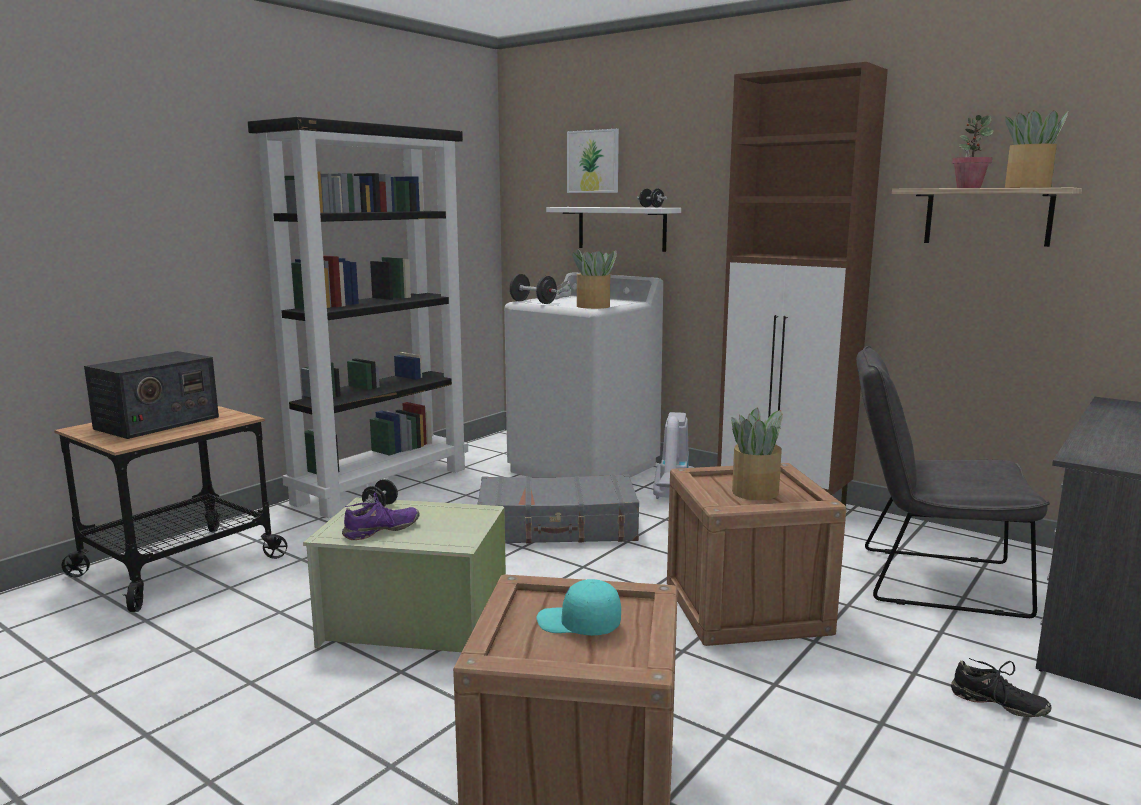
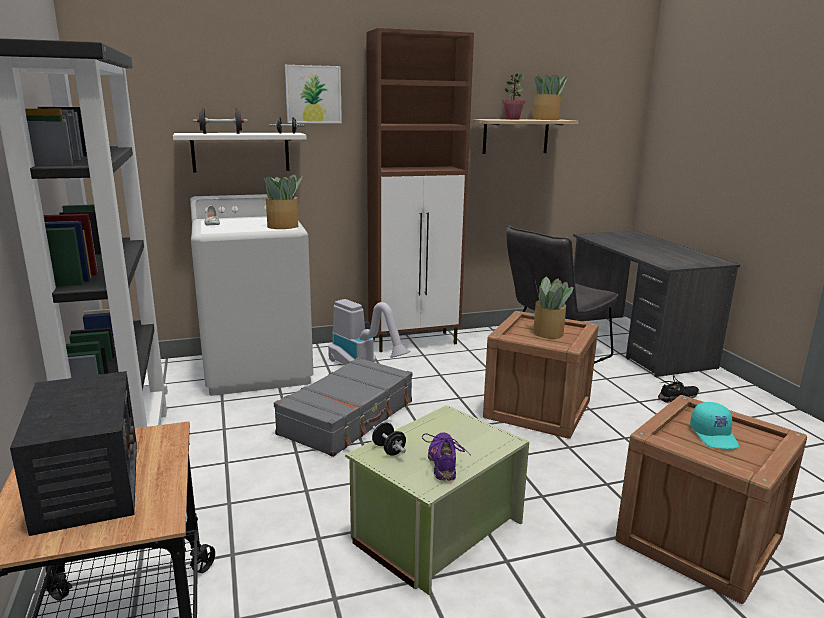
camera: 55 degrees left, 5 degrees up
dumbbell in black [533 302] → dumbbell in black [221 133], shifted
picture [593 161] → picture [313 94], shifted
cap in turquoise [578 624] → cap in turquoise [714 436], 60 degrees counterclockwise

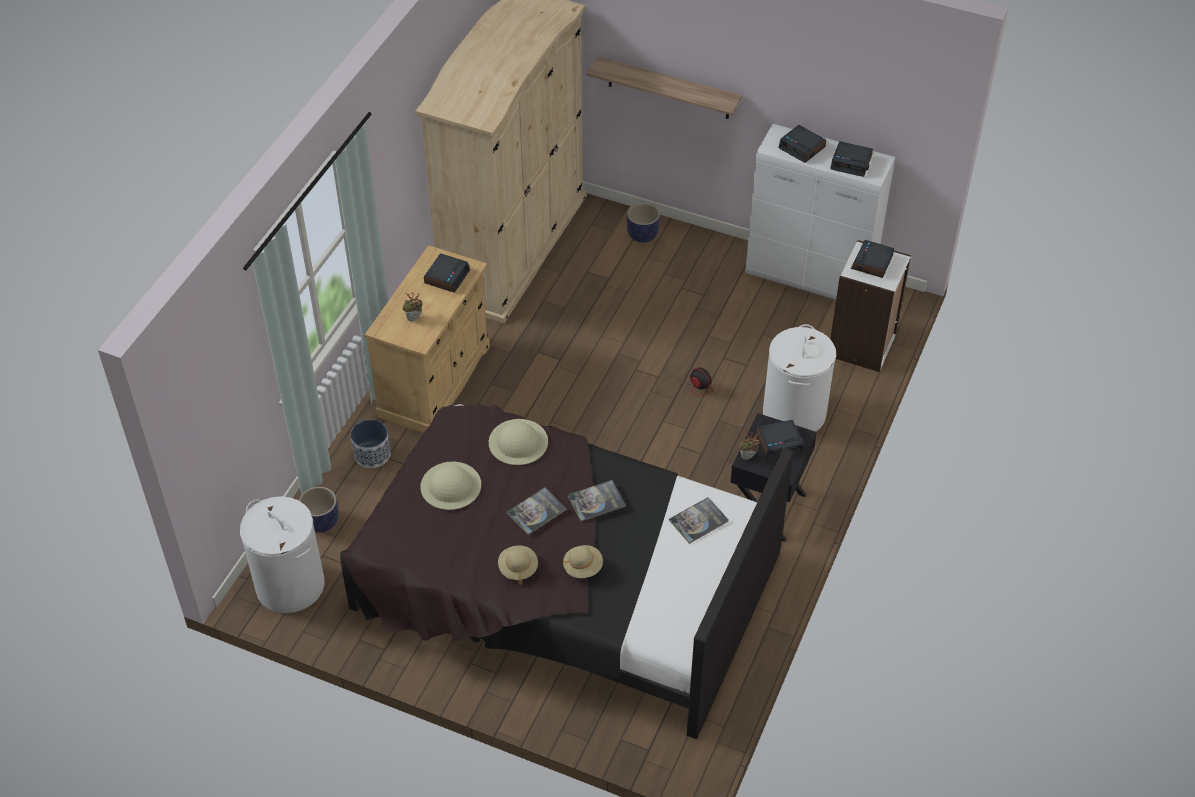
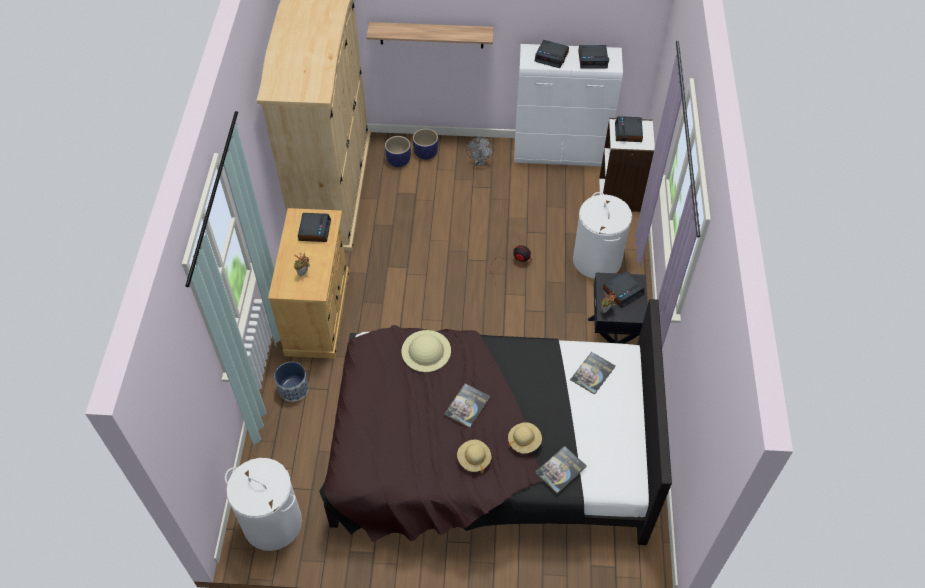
camera: 20 degrees left, 5 degrees up
hat in beige [450 485] → -
- → fan in grey [479 162]
planter [322 522] → planter [399 161], shifted
book [596 501] → book [560 470], shifted

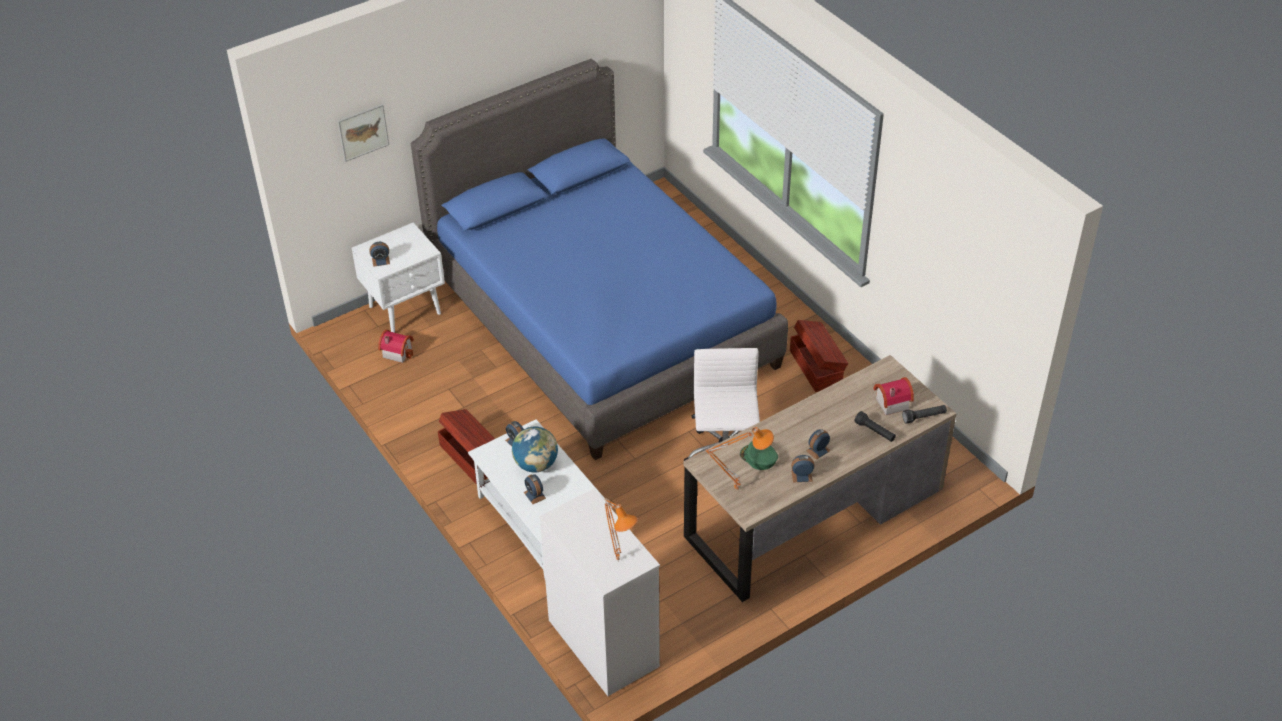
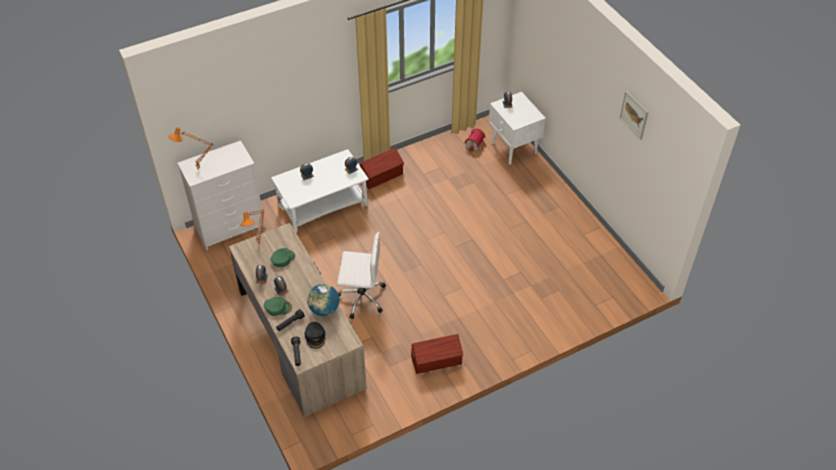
camera: 95 degrees right, 5 degrees up
bed in blue [601 321] → -
- → cap in green [278 307]
picture [363 132] → picture [634 115], shifted
globe [536 464] → globe [324 309], shifted
toy house [890 402] → cap in black [315 337]

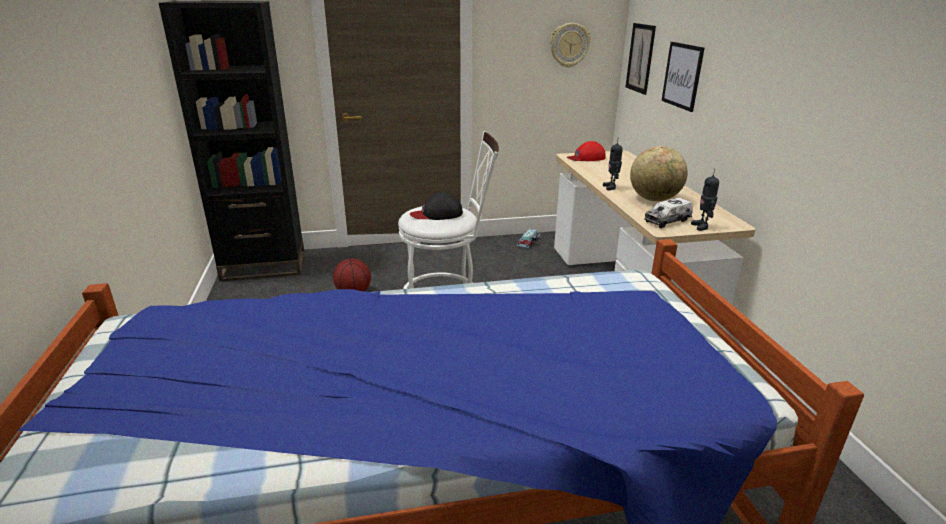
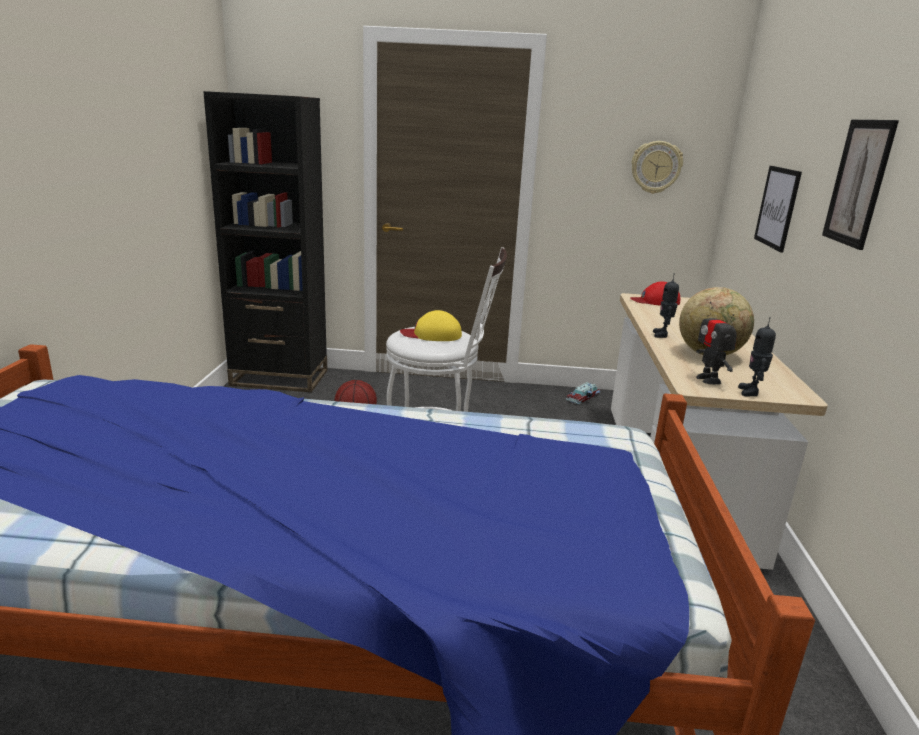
camera: 15 degrees right, 5 degrees down
picture [640 58] → picture [858 183], shifted
toy truck [667 221] → toy robot [708 379]
cap in black [437 214] → cap in yellow [432 334]

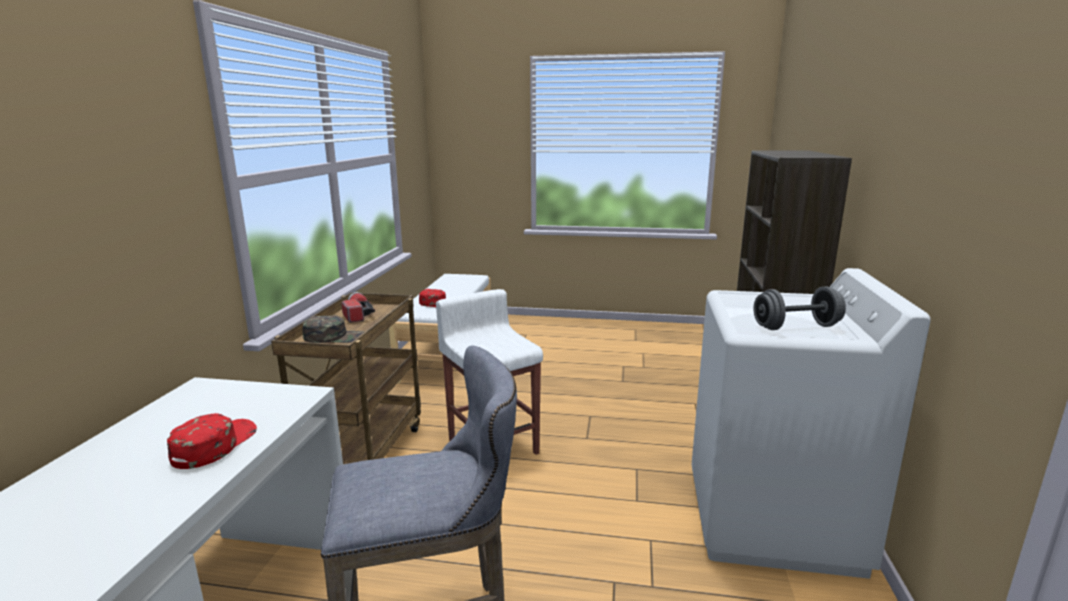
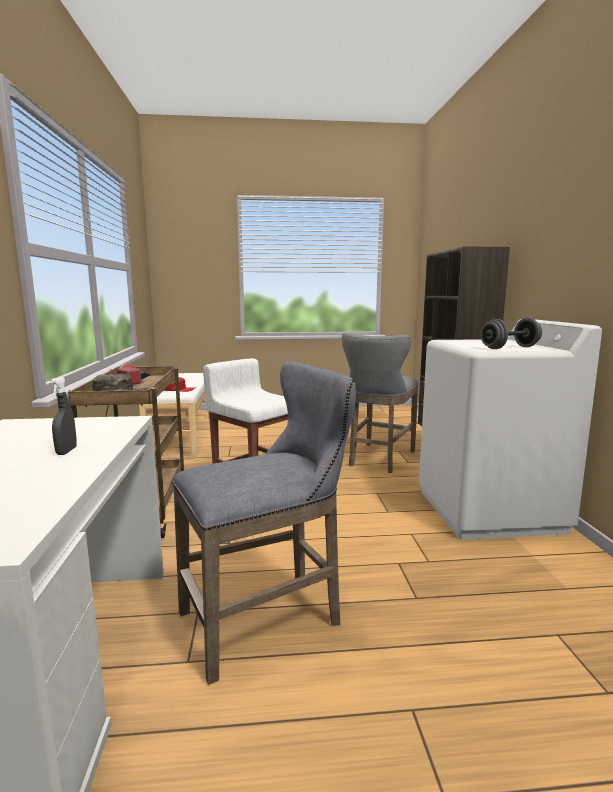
camera: 15 degrees left, 5 degrees down
- → stool in grey [379 459]
cap in red [214 445] → spray bottle in grey [66 451]

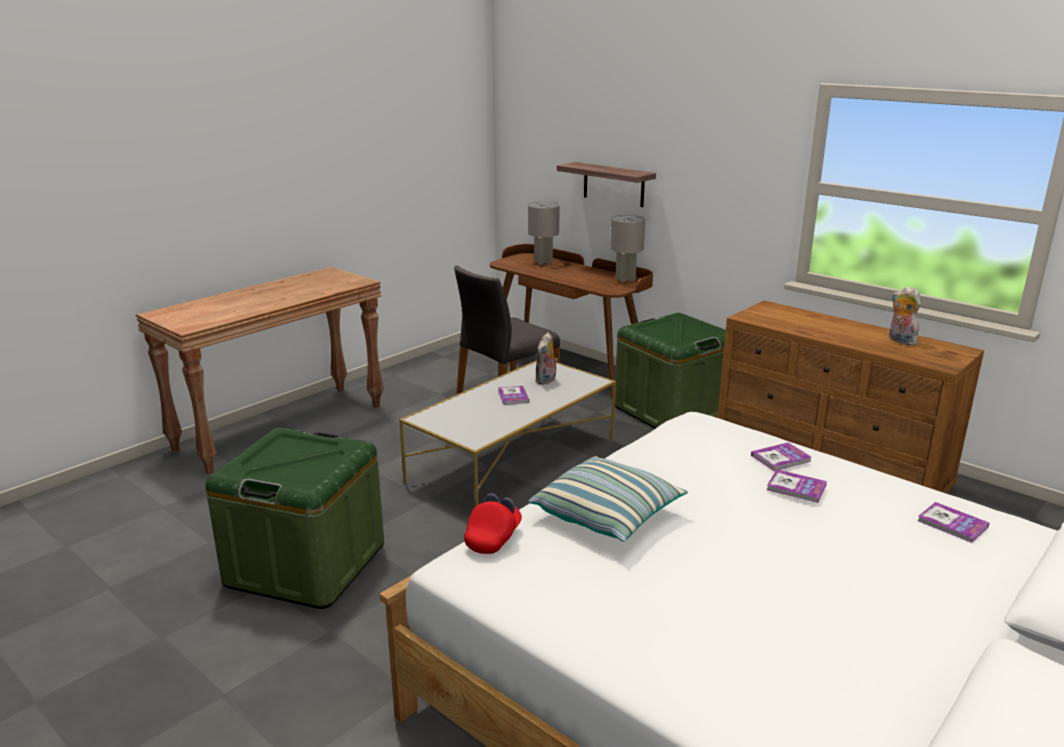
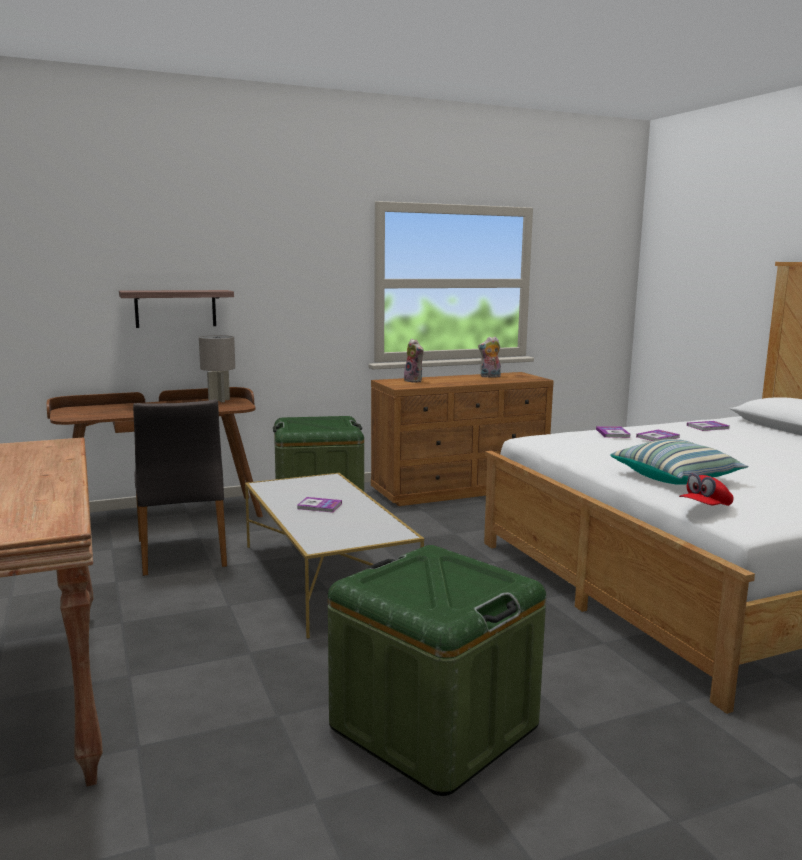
camera: 65 degrees left, 10 degrees down
table lamp in grey [543 262] → -
plush toy [546 381] → plush toy [414 381], shifted
cap in red [493 537] → cap in red [705 508], 90 degrees counterclockwise

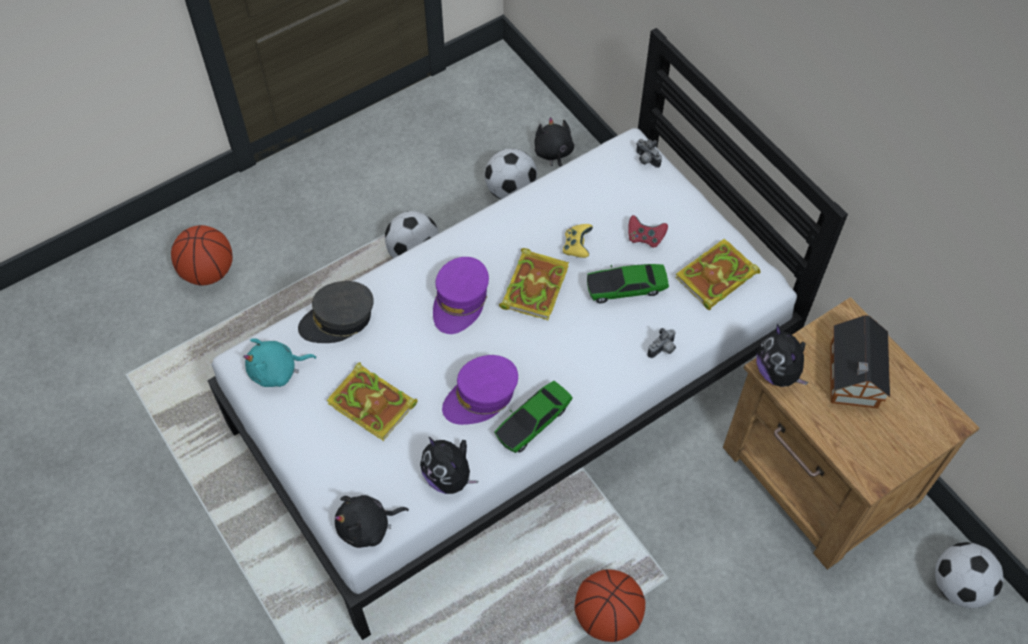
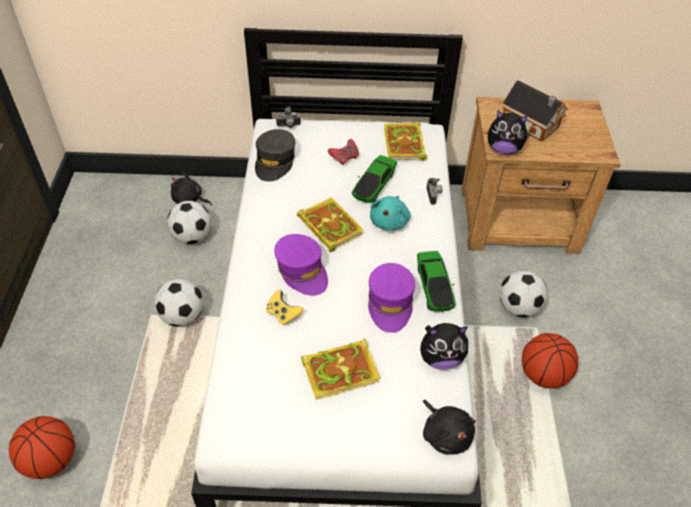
camera: 55 degrees left, 10 degrees down
plush toy in turquoise [277 371] → plush toy in turquoise [389 221], shifted
cap in grey [338 320] → cap in grey [275 161], shifted
game controller in yellow [577 247] → game controller in yellow [283 313], shifted
football [959 586] → football [518 307], shifted
plush toy in black [368 527] → plush toy in black [445 434], 45 degrees counterclockwise

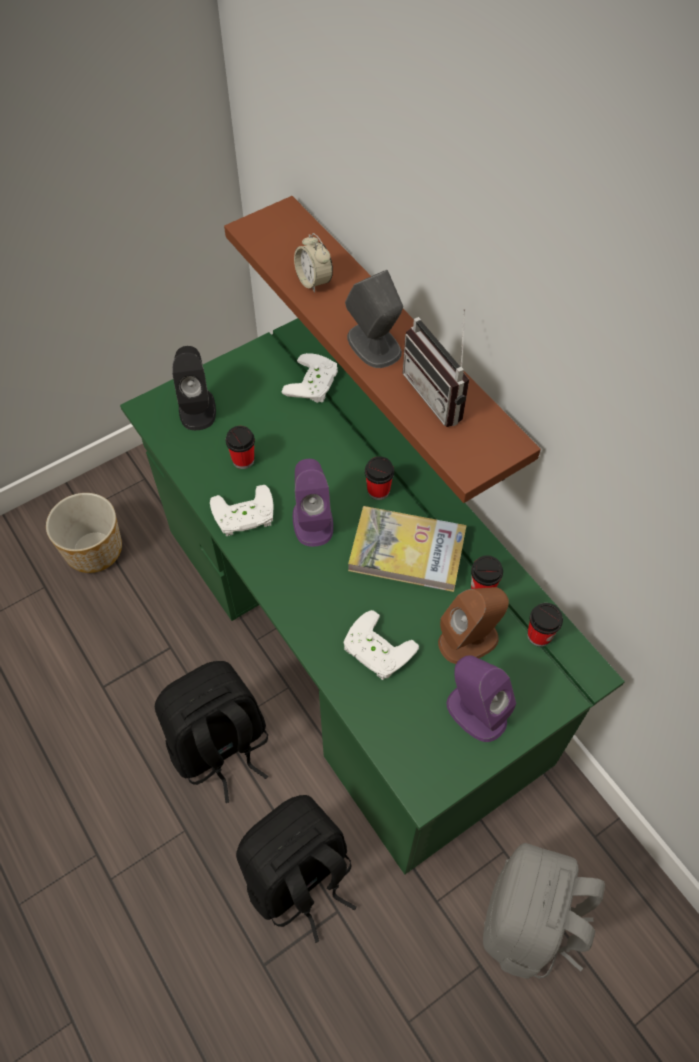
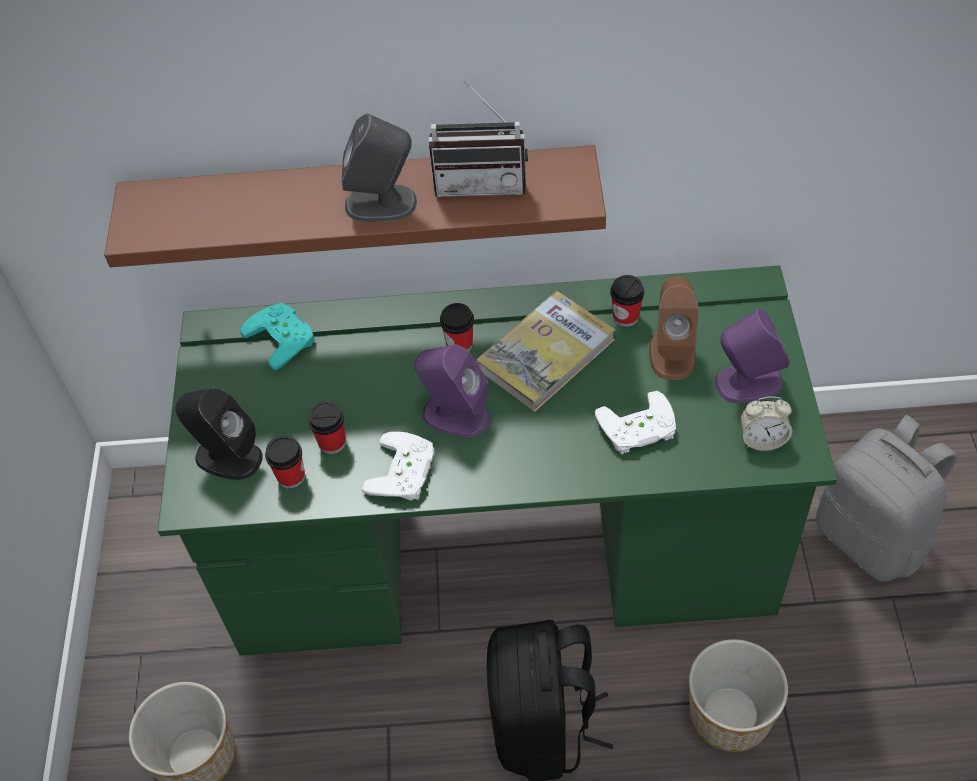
camera: 55 degrees left, 5 degrees down
alarm clock [314 281] → alarm clock [762 439], shifted
cup [539 635] → cup [291 476], shifted
backpack in black [299 879] → planter [731 715]
game controller in white [315 383] → game controller in turquoise [284 337]

